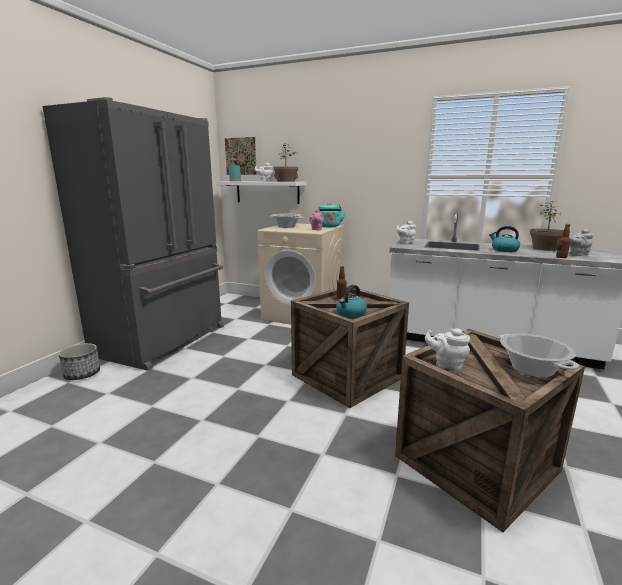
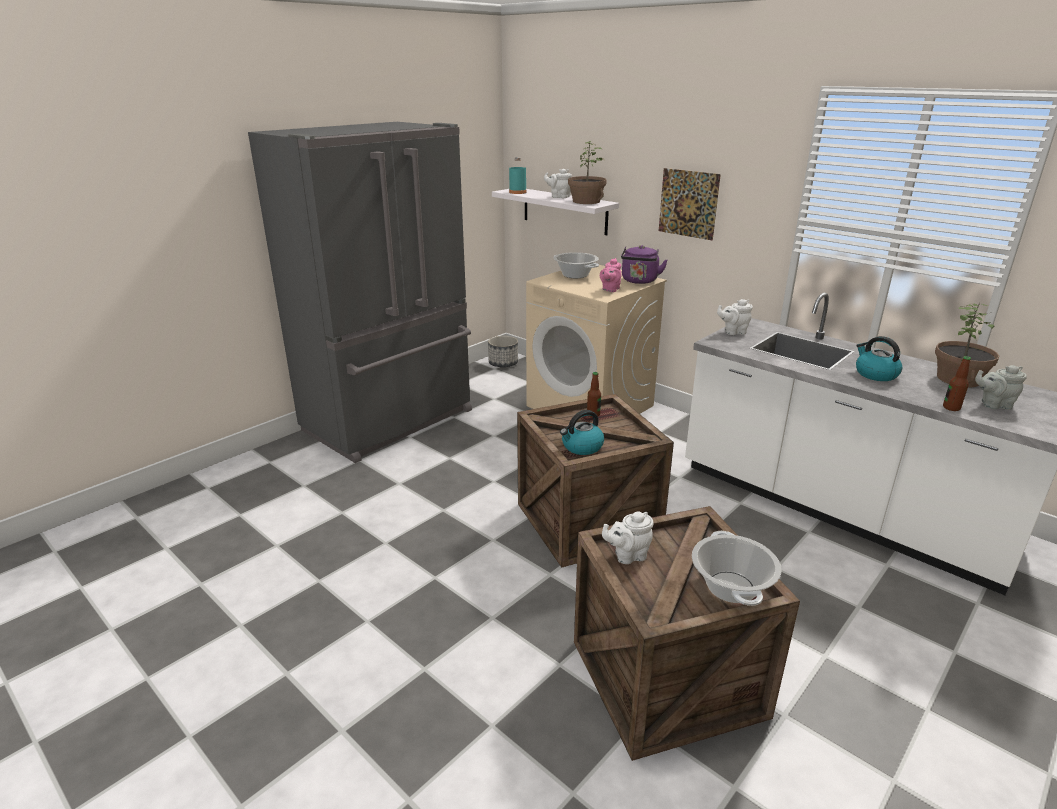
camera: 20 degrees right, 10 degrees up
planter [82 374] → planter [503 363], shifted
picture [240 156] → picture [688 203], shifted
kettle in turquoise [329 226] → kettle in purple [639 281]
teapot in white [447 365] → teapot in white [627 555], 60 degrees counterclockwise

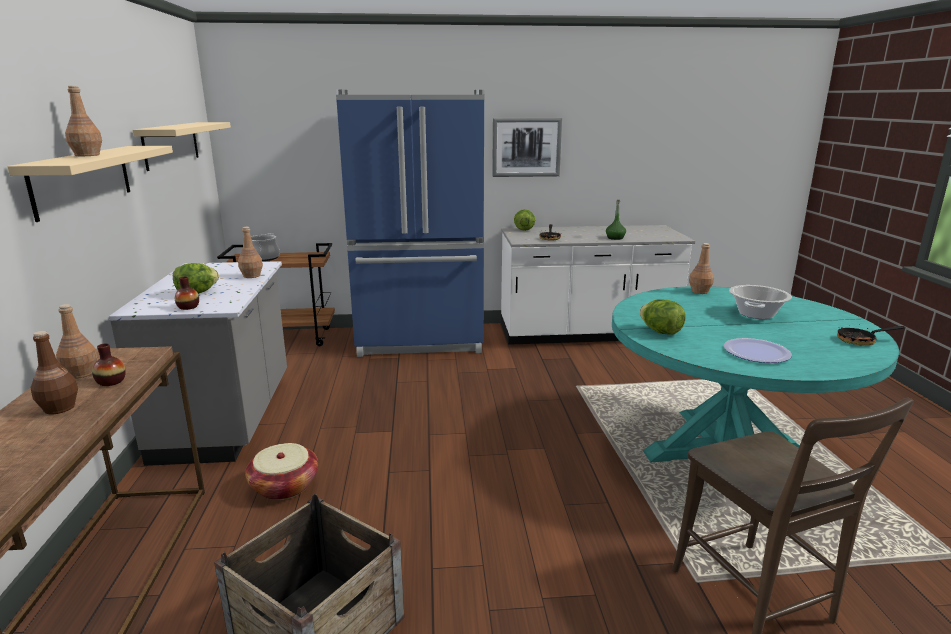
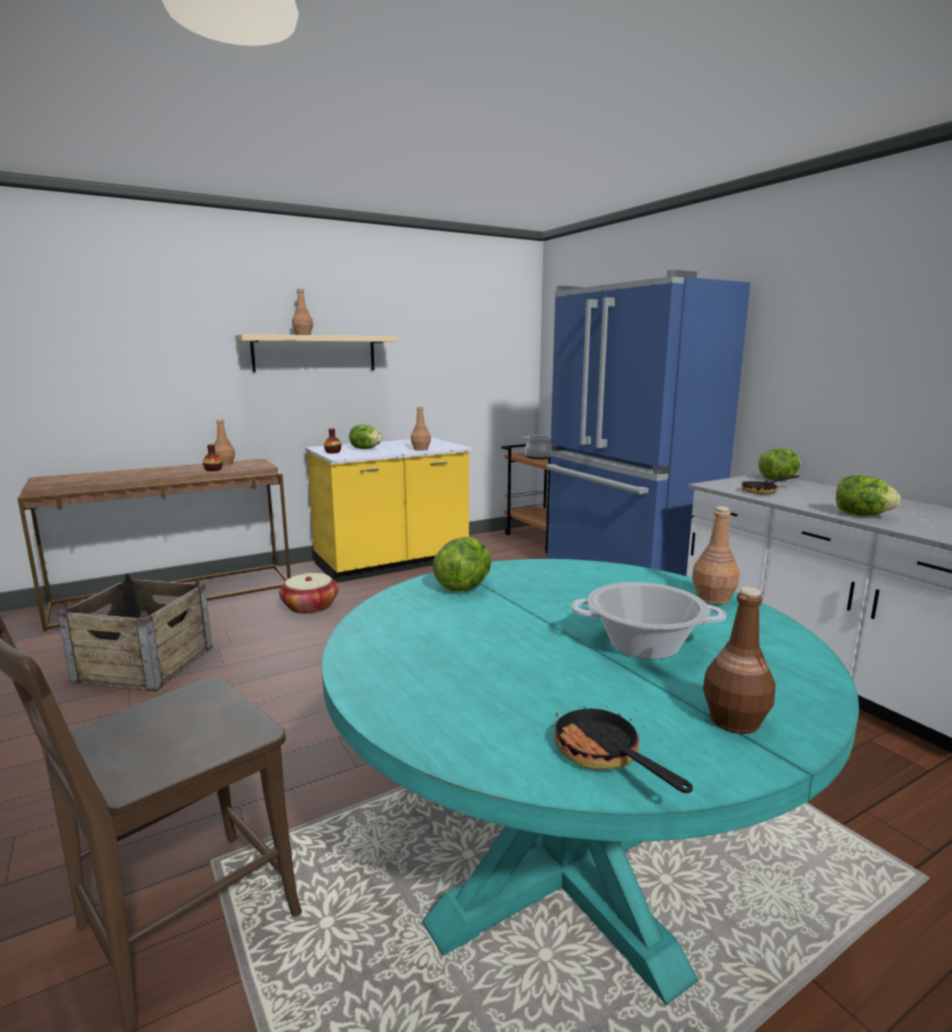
camera: 65 degrees right, 5 degrees down
shelf in beige [171 144] → -
picture [526 147] → -
plate [756 352] → -
bottle in brown [59 408] → bottle in brown [734 721], shifted
bottle in green [615 238] → lettuce [861 515]
counter in grey [228 418] → counter in yellow [392 563]

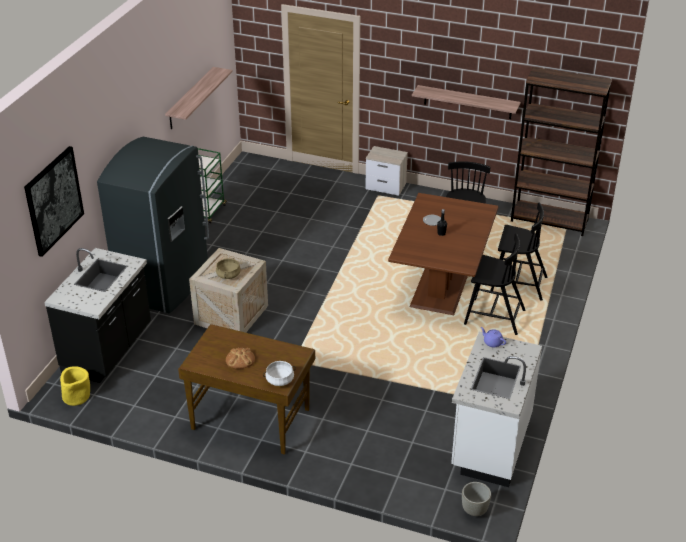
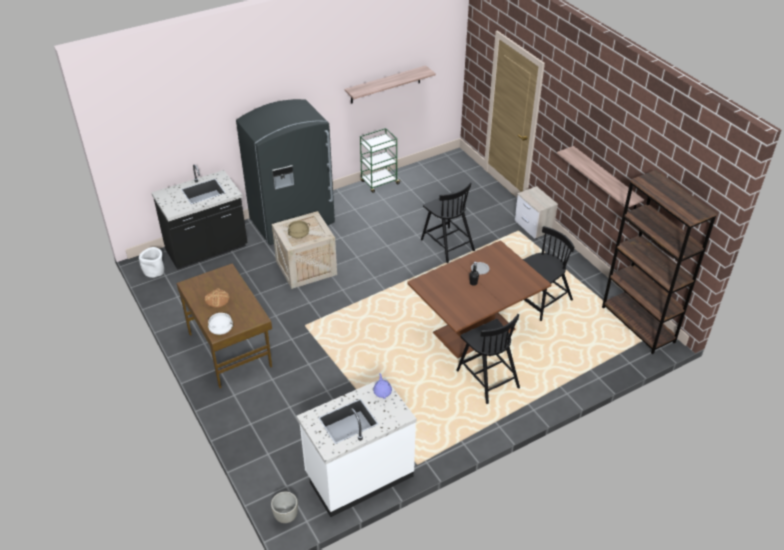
camera: 40 degrees right, 5 degrees up
picture [53 200] → -
chair in black [517 284] → chair in black [447 244], shifted
planter in yellow [76 397] → planter in white [154 271]

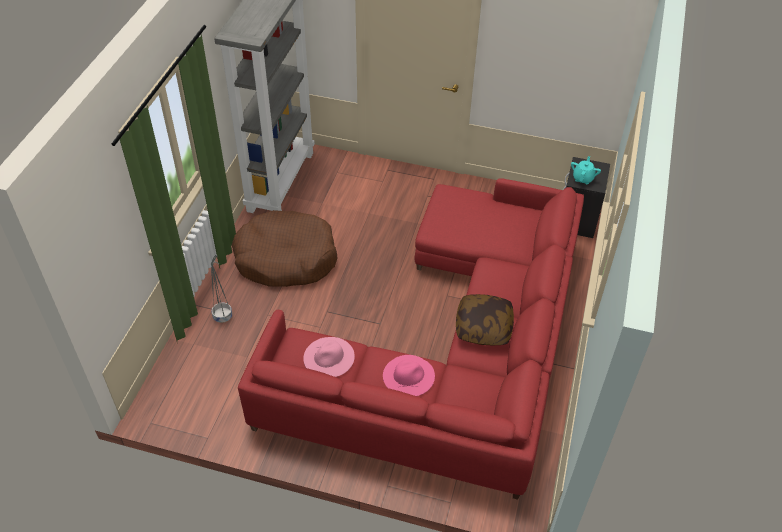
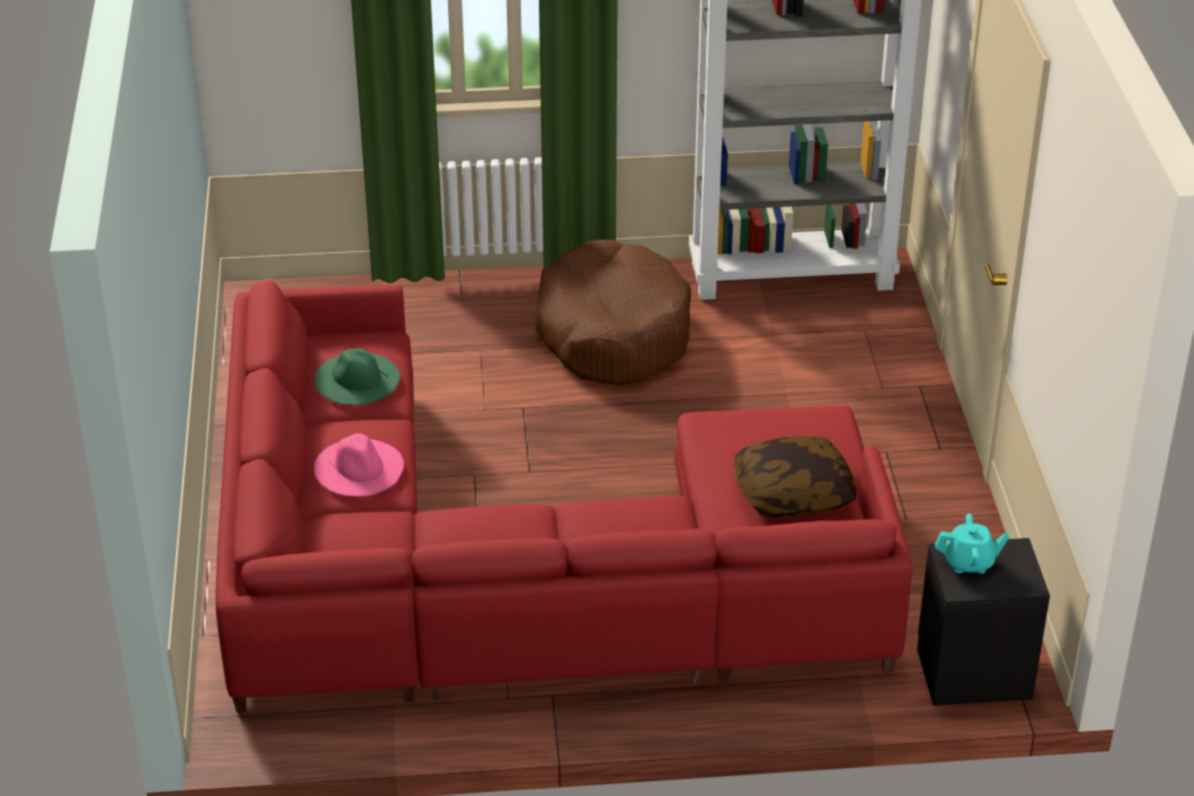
camera: 70 degrees right, 10 degrees down
planter in grey [223 316] → -
pillow [483 327] → pillow [793 494], shifted
hat in pink [329 357] → hat in green [356 378]

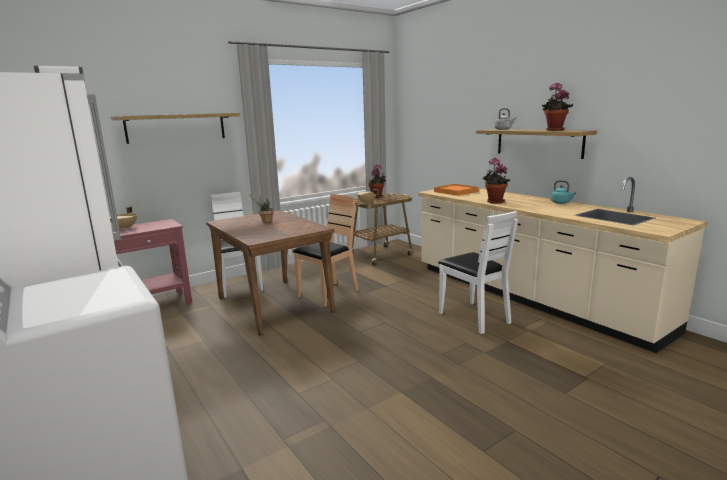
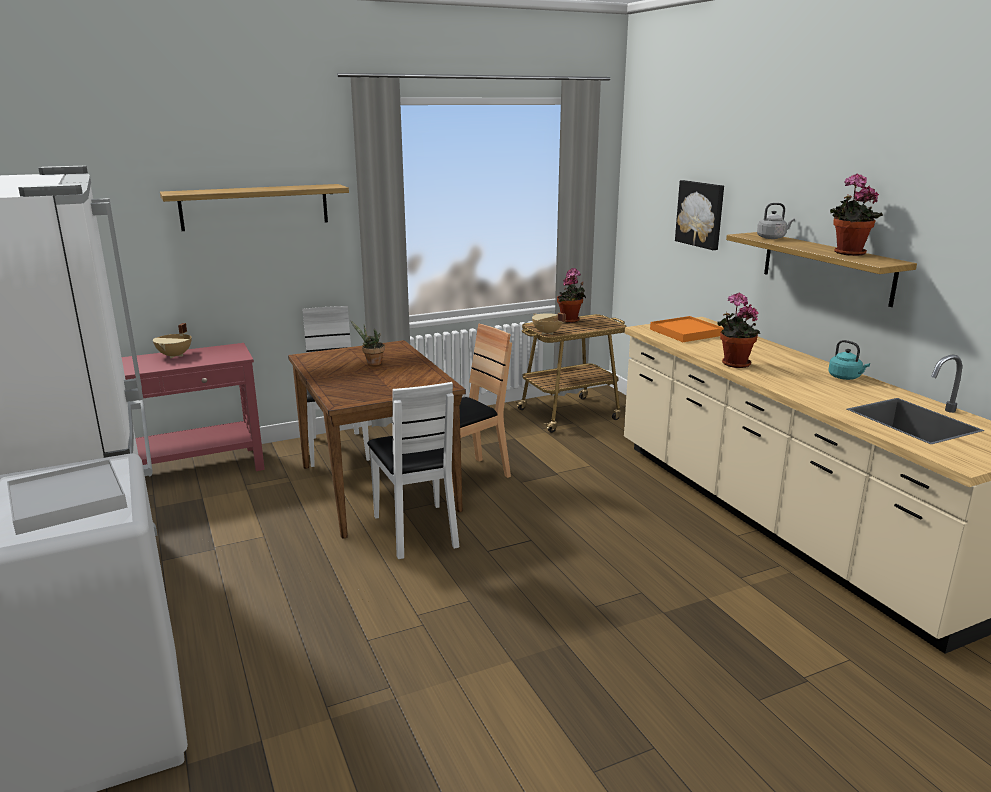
camera: 10 degrees right, 5 degrees up
- → tray in white [67 501]
- → picture [701 214]
chair in white [474 317] → chair in white [417 530], shifted

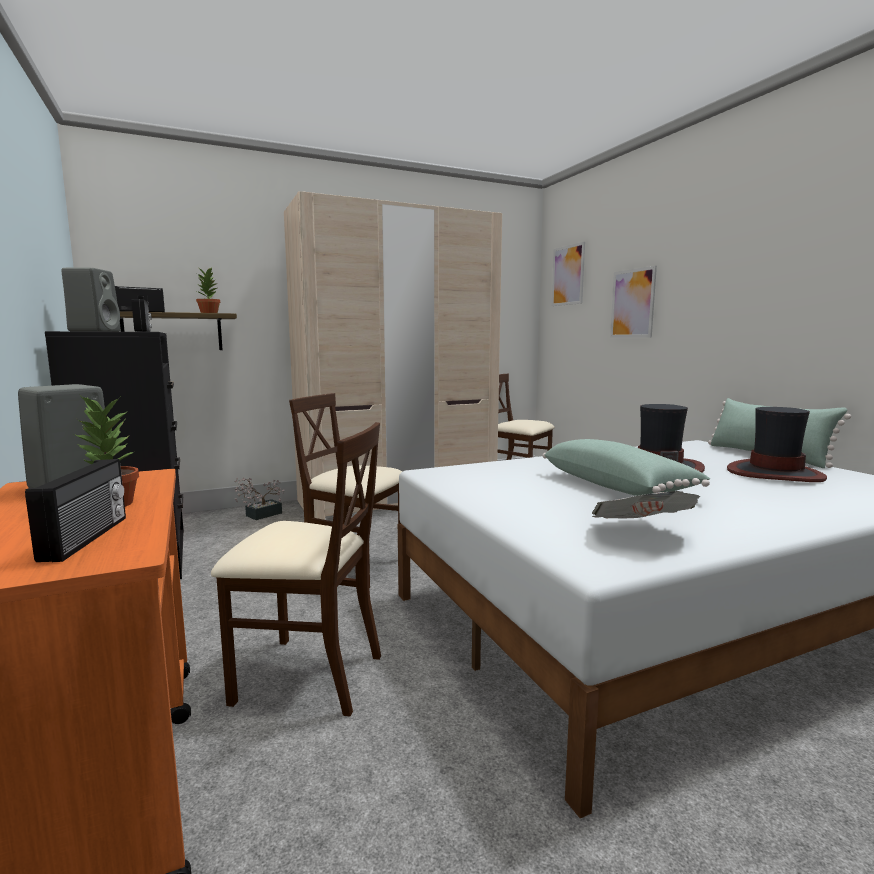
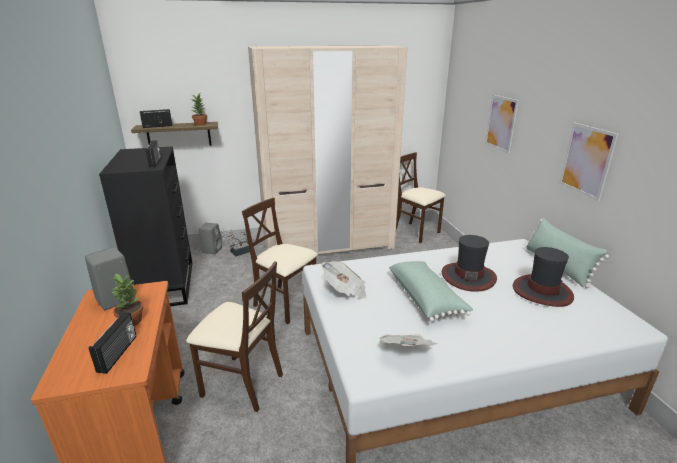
camera: 10 degrees right, 15 degrees up
- → newspaper [345 290]
speaker in grey [95 331] → speaker in grey [212 250], shifted
picture [568 275] → picture [586 160], shifted

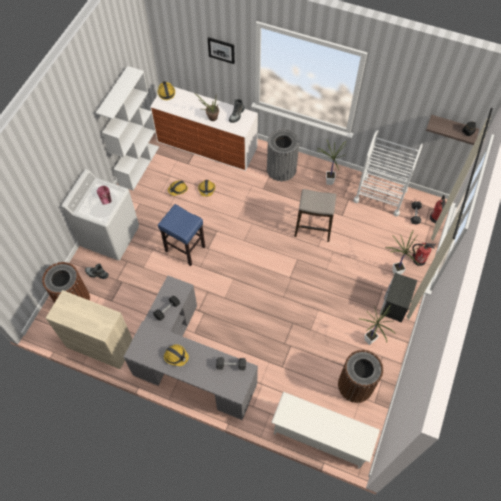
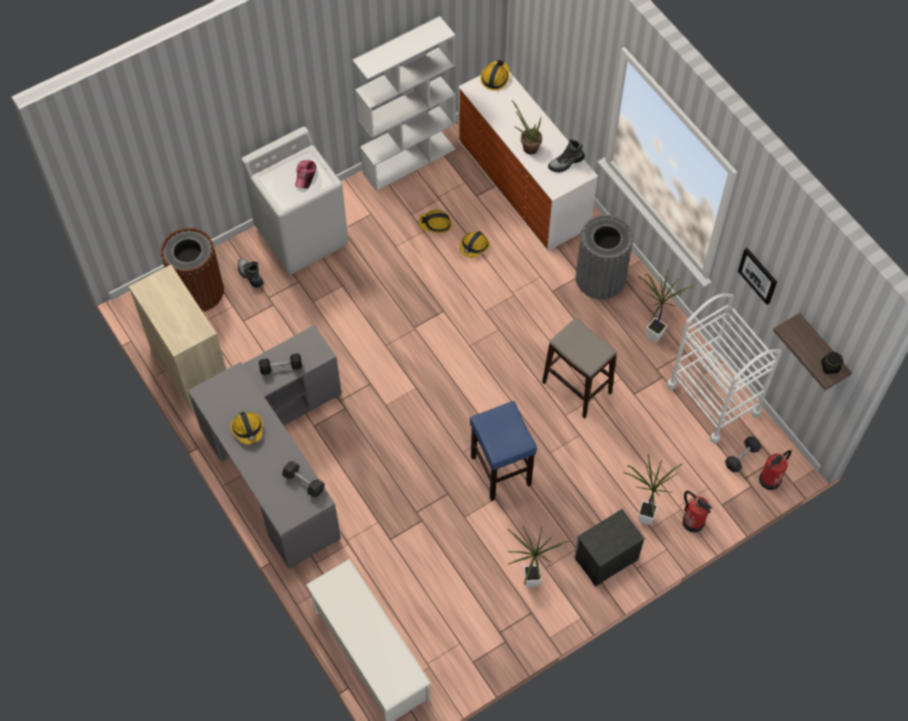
camera: 35 degrees right, 0 degrees up
trash can in brown [355 385] → -
stool in blue [184 249] → stool in blue [500 470], shifted
picture [221 50] → picture [758 275], shifted

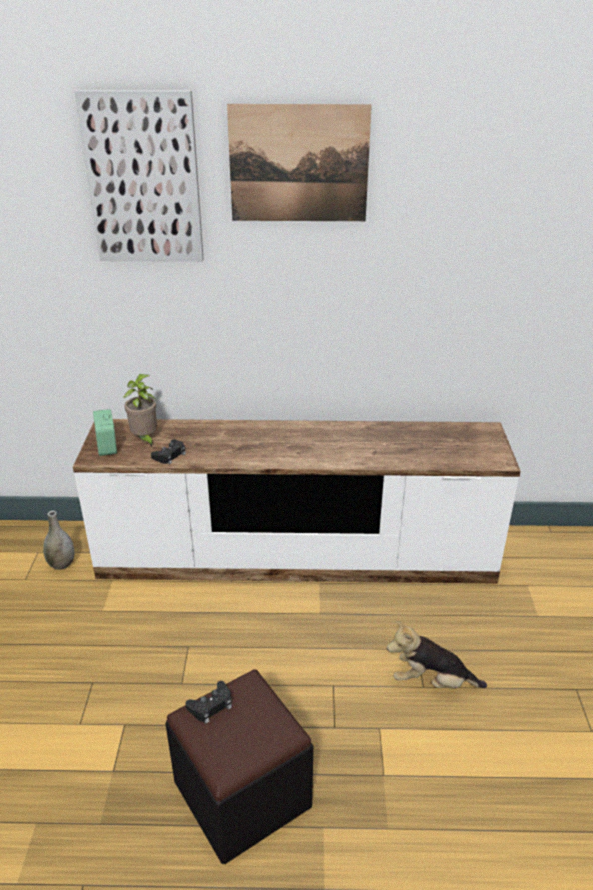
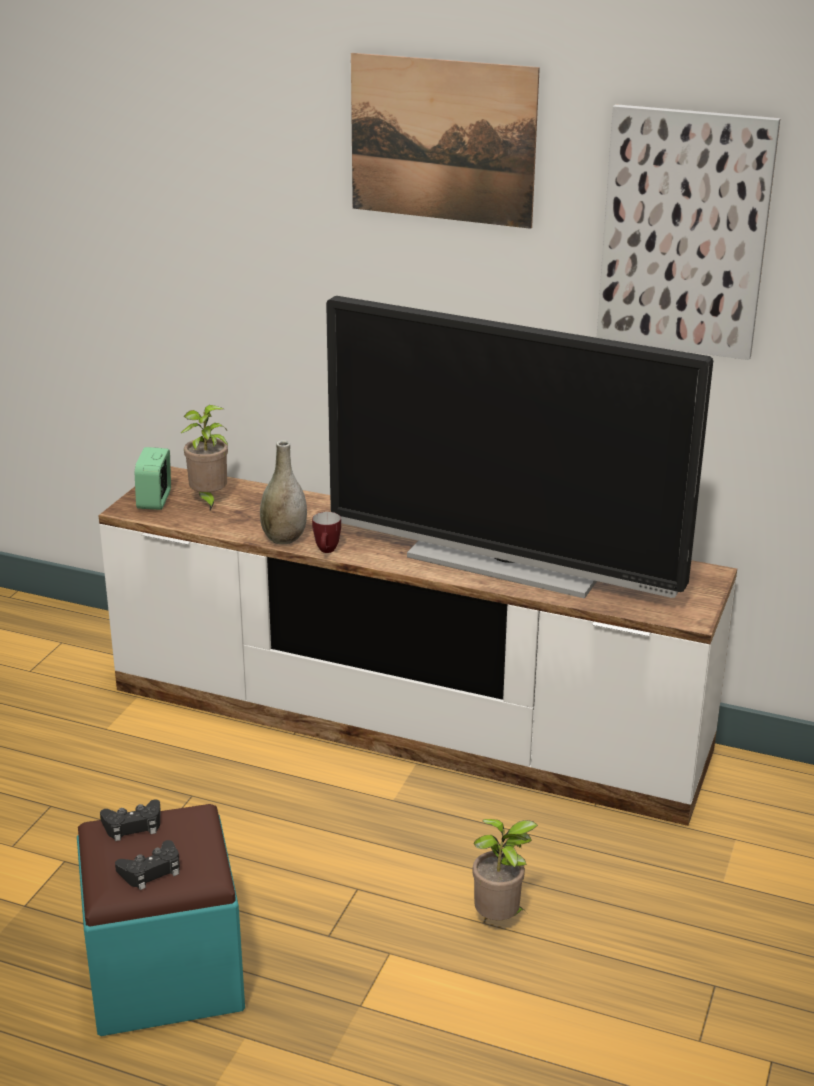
camera: 20 degrees right, 5 degrees down
- → mug [327 552]
- → television [505 564]
vase in grey [62 564] → vase in grey [284 538], shifted
picture [143 179] → picture [684 233], shifted
game controller in black [170 455] → game controller in black [151 871], shifted
plush toy [431 681] → potted plant [500 919]
ottoman in black [242 794] → ottoman in turquoise [165 973]

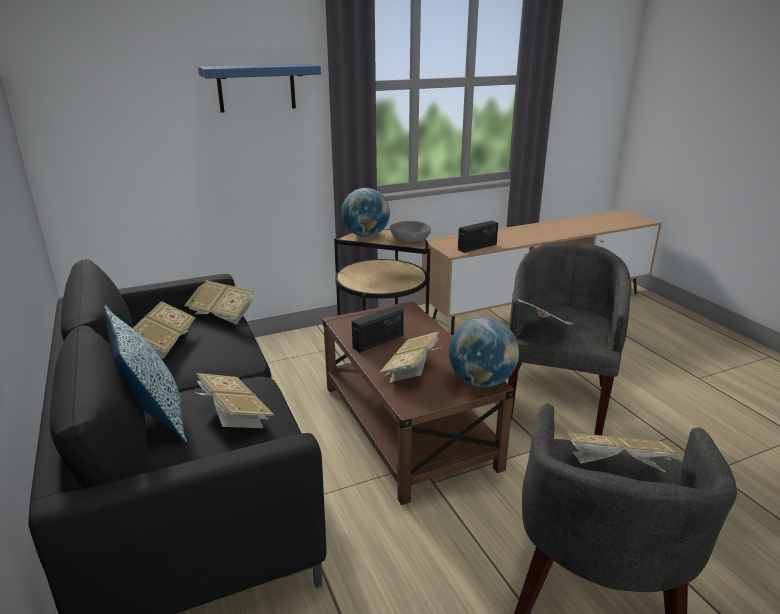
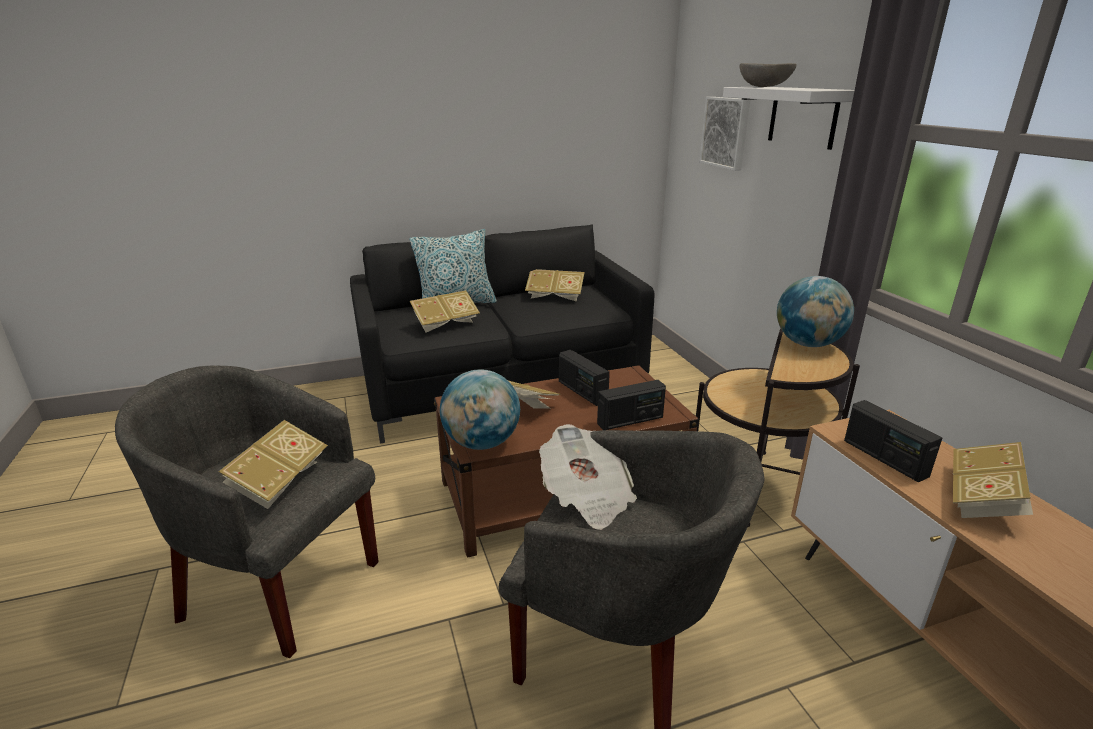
camera: 95 degrees right, 0 degrees up
- → radio [630 420]
- → picture [726 132]
book [222 315] → book [982 499], shifted
bowl in grey [410 242] → bowl in grey [764 87], shifted
shelf in blue [256 88] → shelf in white [803 116]

